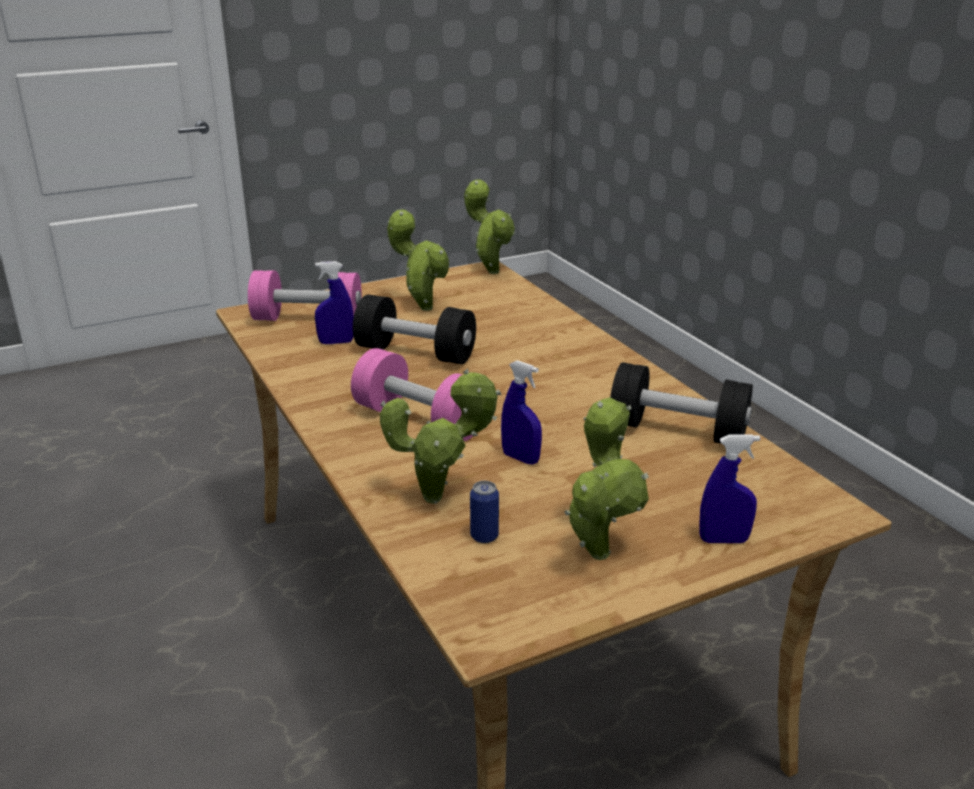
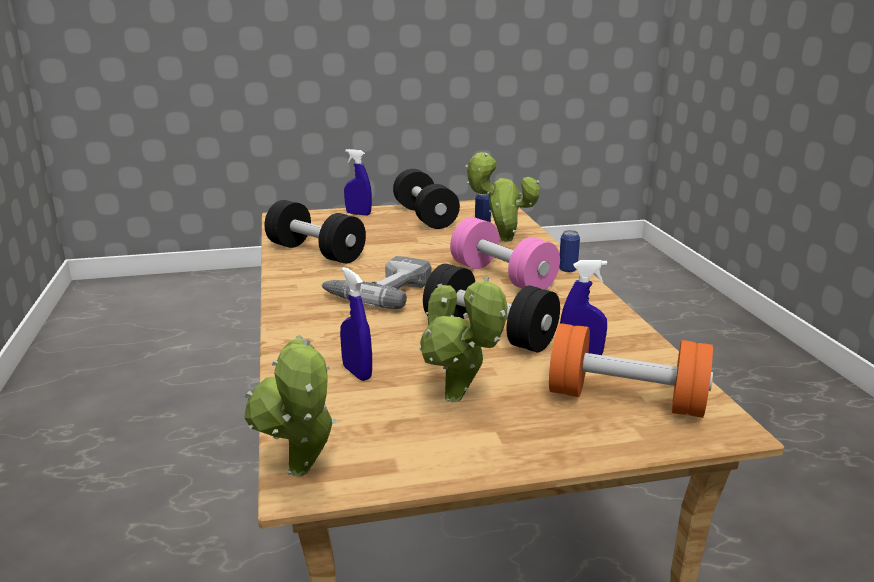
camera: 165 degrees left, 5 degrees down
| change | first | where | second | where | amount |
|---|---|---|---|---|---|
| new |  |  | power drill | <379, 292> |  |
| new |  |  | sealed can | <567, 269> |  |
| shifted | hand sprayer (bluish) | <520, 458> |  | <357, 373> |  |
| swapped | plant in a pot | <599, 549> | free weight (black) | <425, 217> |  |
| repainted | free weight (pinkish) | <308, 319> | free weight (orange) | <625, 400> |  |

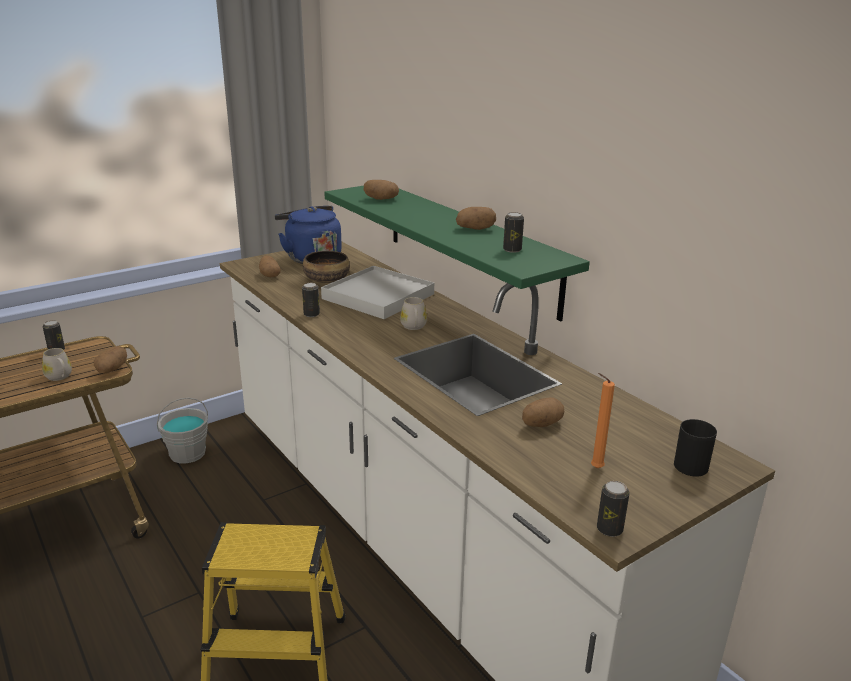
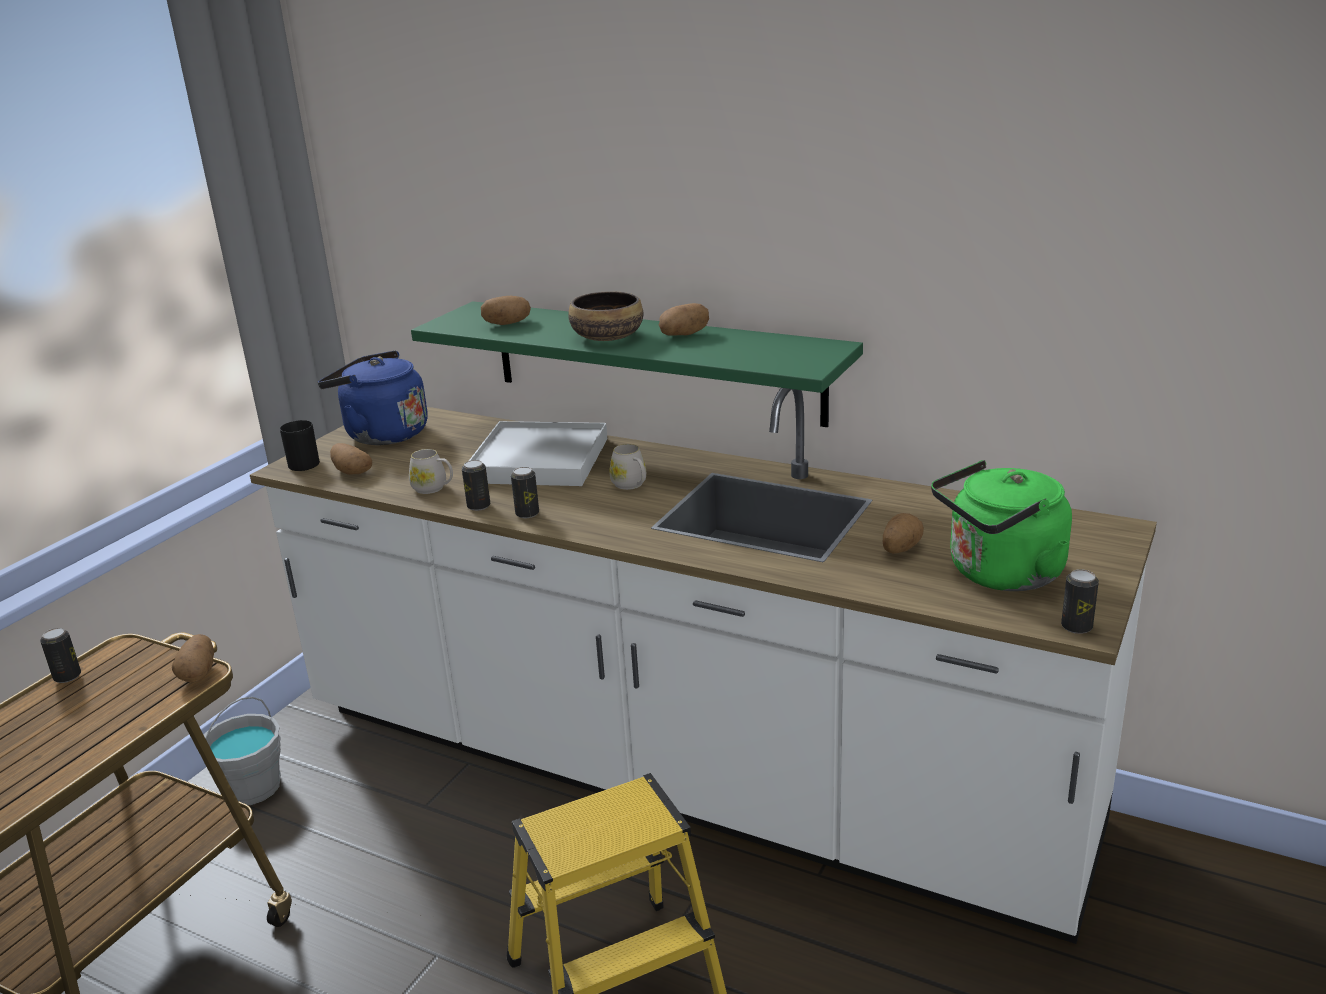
camera: 25 degrees left, 0 degrees up
| change | first | where | second | where | amount |
|---|---|---|---|---|---|
| shifted | tea mug (white-coloured) | <60, 377> |  | <433, 488> |  |
| shifted | serving bowl | <326, 279> |  | <607, 337> |  |
| shifted | sealed can | <512, 250> |  | <527, 514> |  |
| shifted | tea mug (black) | <692, 463> |  | <306, 462> |  |
| swapped | wax candle (orange) | <594, 468> | water kettle (green) | <1000, 574> |  |

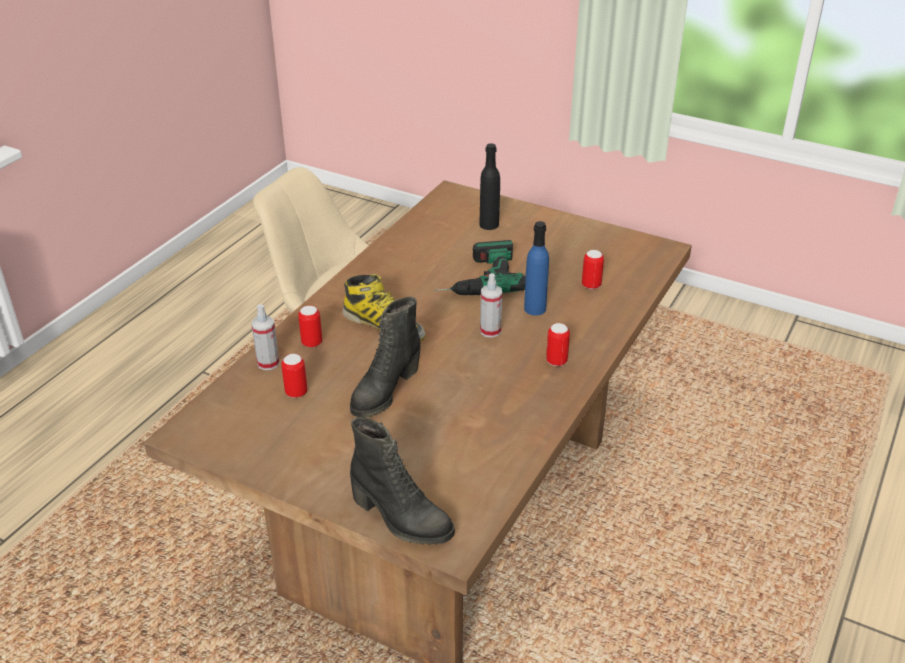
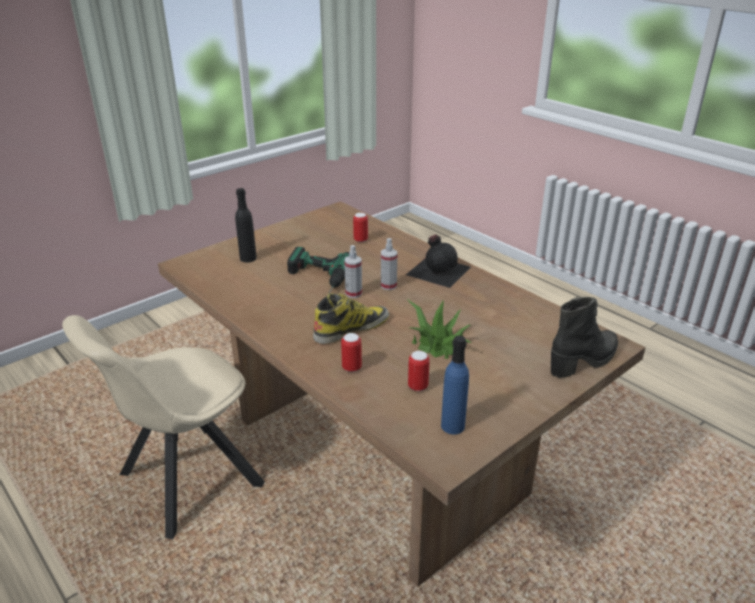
camera: 70 degrees left, 5 degrees down
| change | first | where | second | where | amount |
|---|---|---|---|---|---|
| shifted | hand sprayer | <268, 363> |  | <353, 293> |  |
| shifted | bottle (bluish) | <535, 309> |  | <452, 426> |  |
| swapped | tall boot (black) | <384, 391> | plant in a pot | <438, 343> |  |
| swapped | sealed can | <556, 361> | bottle (black) | <438, 270> |  |

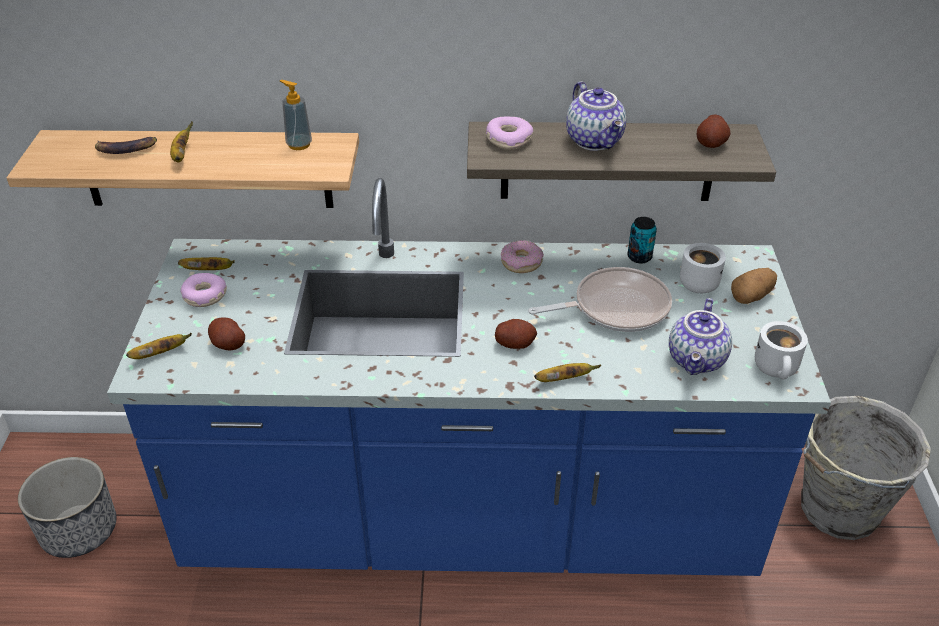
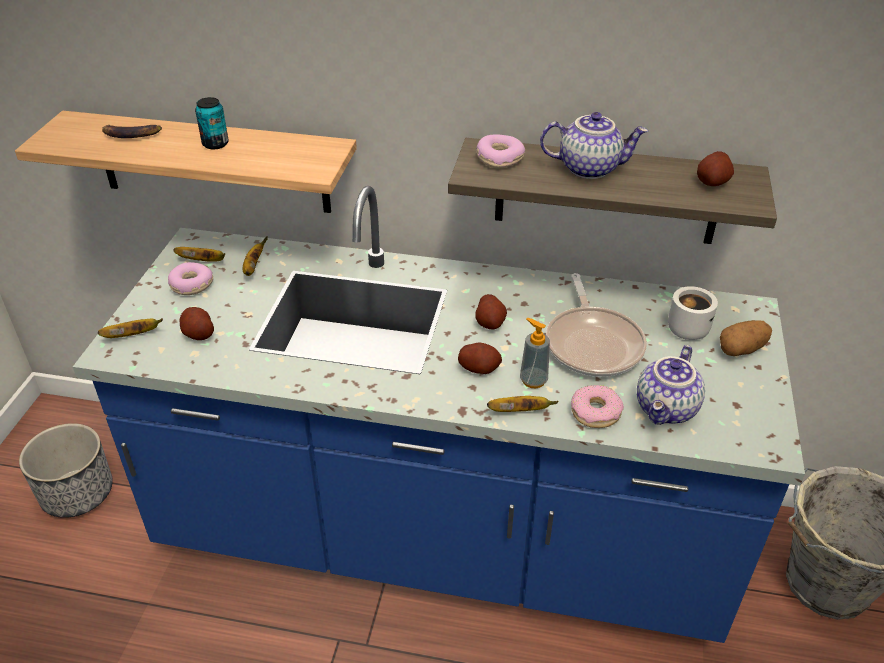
camera: 10 degrees right, 0 degrees up
| change | first | where | second | where | amount |
|---|---|---|---|---|---|
| gone | tea mug (white-coloured) | <778, 369> |  |  |  |
| new |  |  | spud | <490, 322> |  |
| shifted | banana | <181, 155> |  | <253, 267> |  |
| shifted | liquid soap bottle | <299, 145> |  | <533, 380> |  |
| shifted | ring doughnut | <521, 262> |  | <595, 412> |  |
| shifted | sealed can | <639, 257> |  | <215, 144> |  |
| rotated | skillet | <615, 307> |  | <593, 343> | 90 degrees clockwise |
| rotated | tea pot | <595, 141> |  | <589, 168> | 75 degrees counterclockwise |

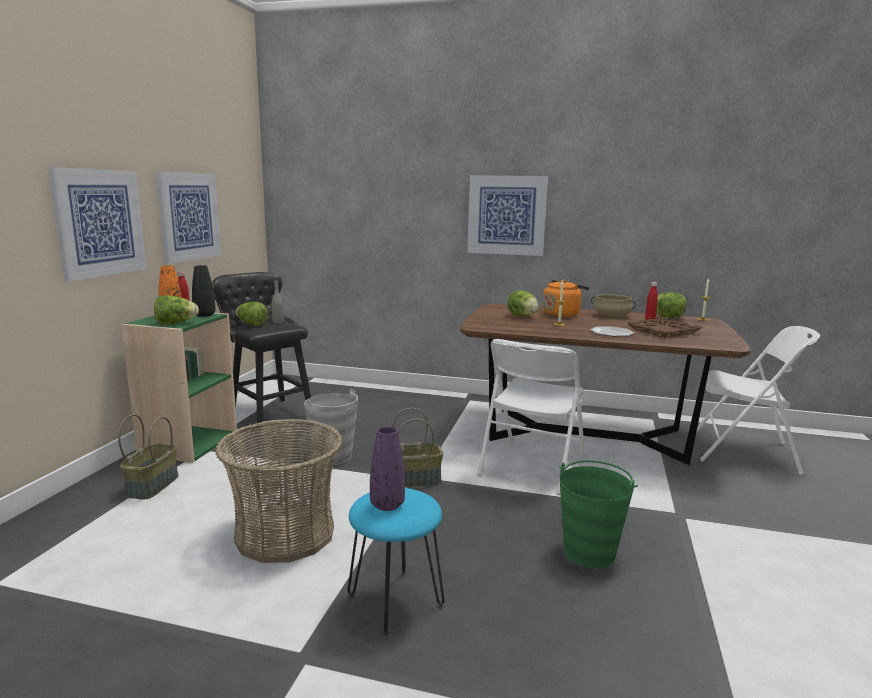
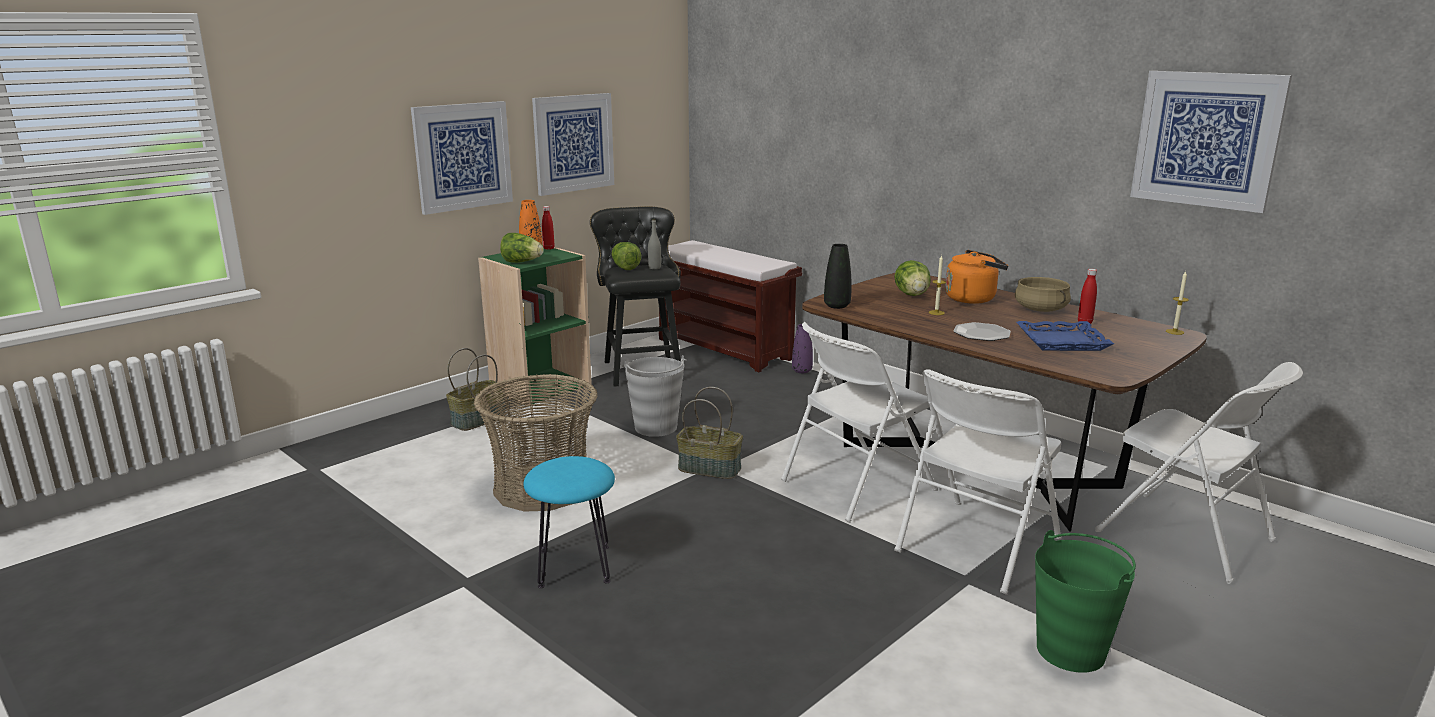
camera: 30 degrees right, 5 degrees up
| change | first | where | second | where | amount |
|---|---|---|---|---|---|
| gone | lettuce head | <667, 317> |  |  |  |
| new |  |  | indoor bench (brownish) | <725, 349> |  |
| new |  |  | upright chair (white-coloured) | <978, 544> |  |
| shifted | vase (black) | <204, 315> |  | <837, 306> |  |
| shifted | vase (purple-coloured) | <387, 505> |  | <802, 371> |  |
| shifted | wall art | <506, 215> |  | <1206, 139> |  |
| shifted | bucket (green) | <589, 552> |  | <1071, 651> |  |
| repainted | carrying tray (brownish) | <663, 332> | carrying tray (bluish) | <1062, 342> |  |

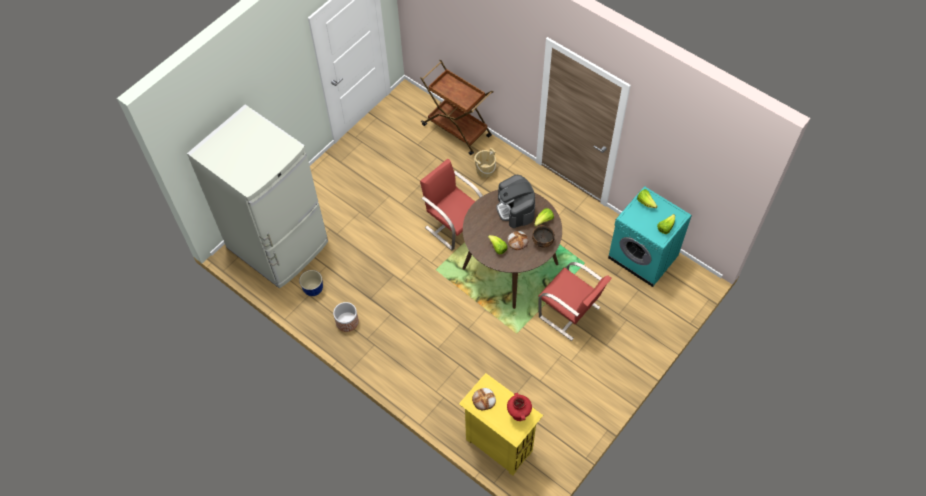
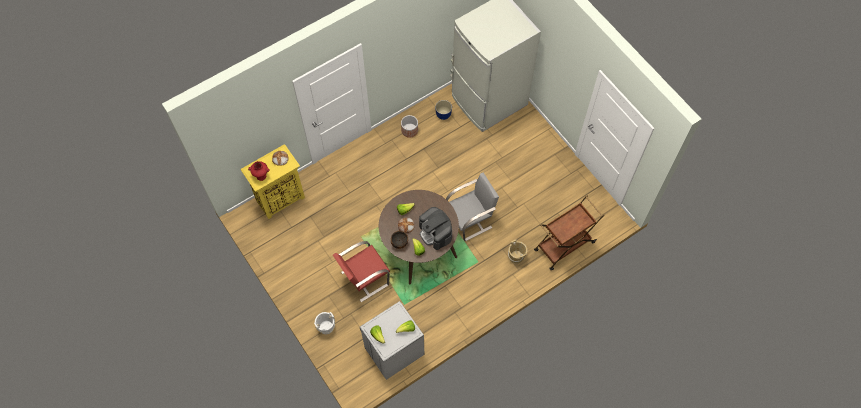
camera: 105 degrees right, 5 degrees up
| change | first | where | second | where | amount |
|---|---|---|---|---|---|
| new |  |  | bucket (white-coloured) | <326, 327> |  |
| repainted | upright chair (reddish) | <454, 224> | upright chair (gray) | <470, 219> |  |
| repainted | laundry machine (blue-green) | <642, 258> | laundry machine (white-coloured) | <393, 350> |  |
| rotated | coffee maker | <515, 209> |  | <435, 233> | 120 degrees counterclockwise |

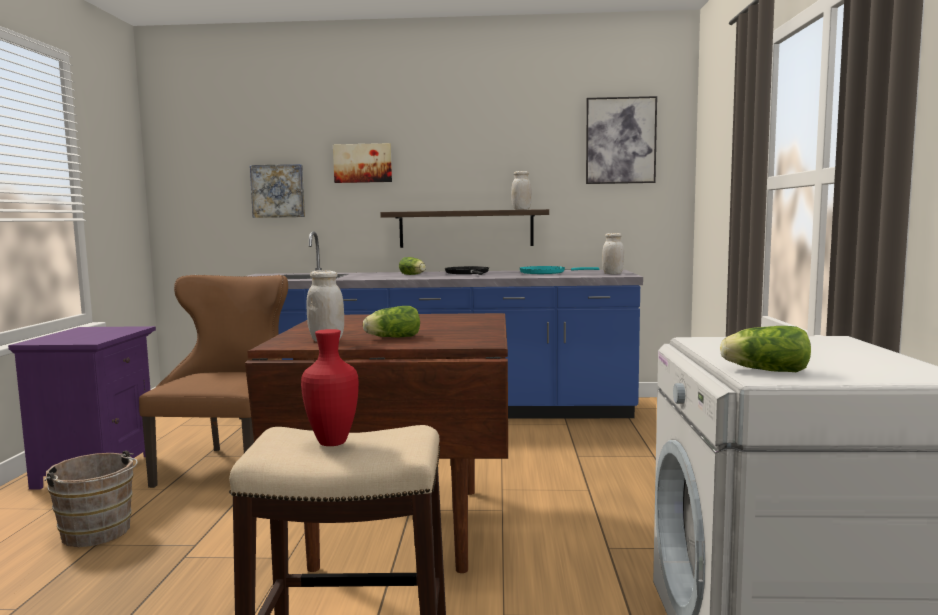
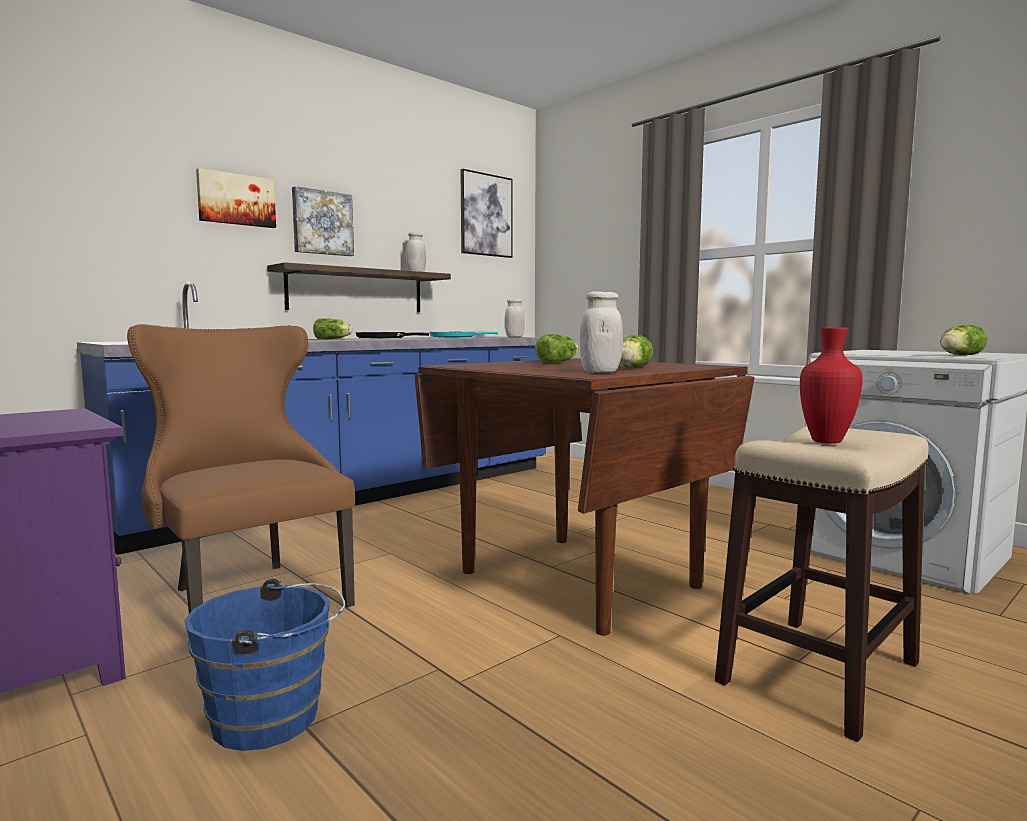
camera: 45 degrees left, 0 degrees up
| change | first | where | second | where | amount |
|---|---|---|---|---|---|
| new |  |  | lettuce head | <559, 362> |  |
| shifted | wall art | <278, 191> |  | <322, 223> |  |
| repainted | bucket (brownish) | <98, 534> | bucket (bluish) | <274, 718> |  |

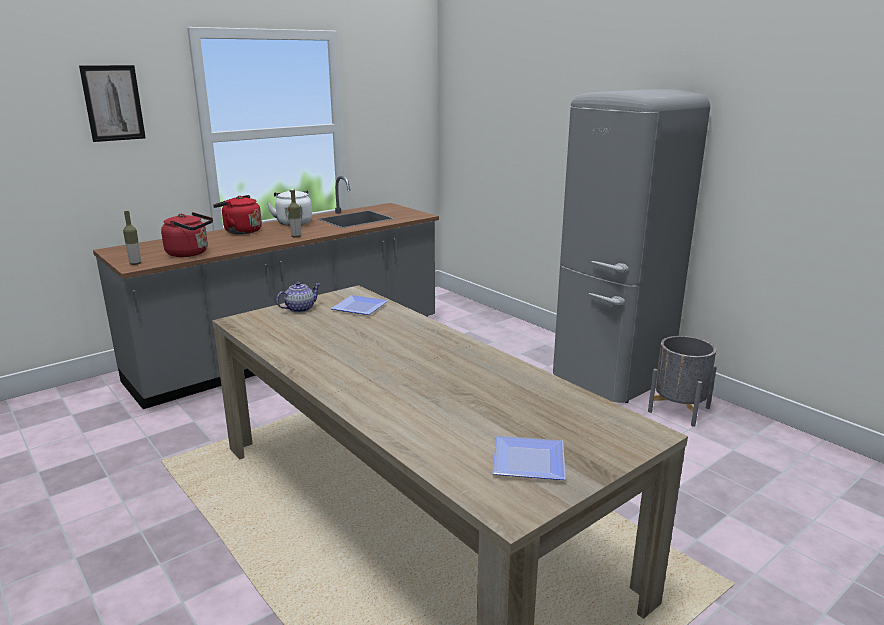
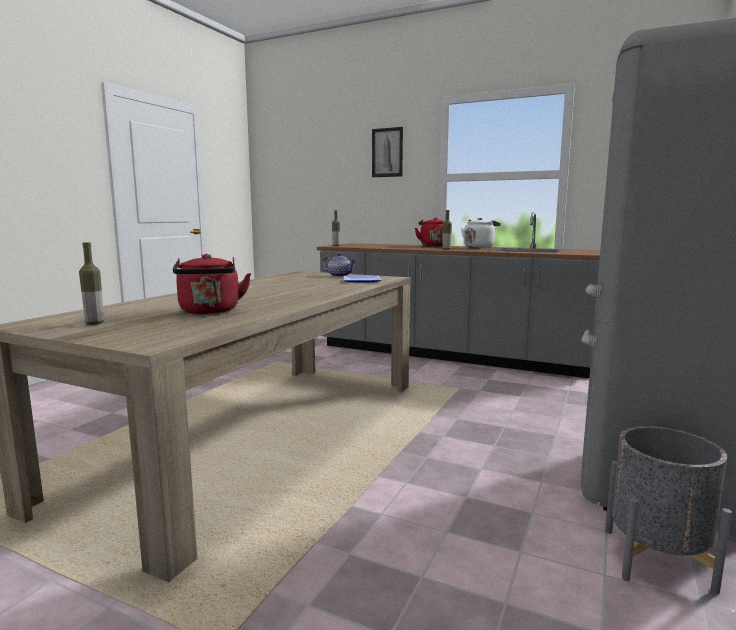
camera: 65 degrees right, 10 degrees down
| change | first | where | second | where | amount |
|---|---|---|---|---|---|
| shifted | water kettle (reddish) | <190, 253> |  | <210, 312> |  |
| swapped | flat dish | <531, 462> | bottle | <95, 323> |  |

